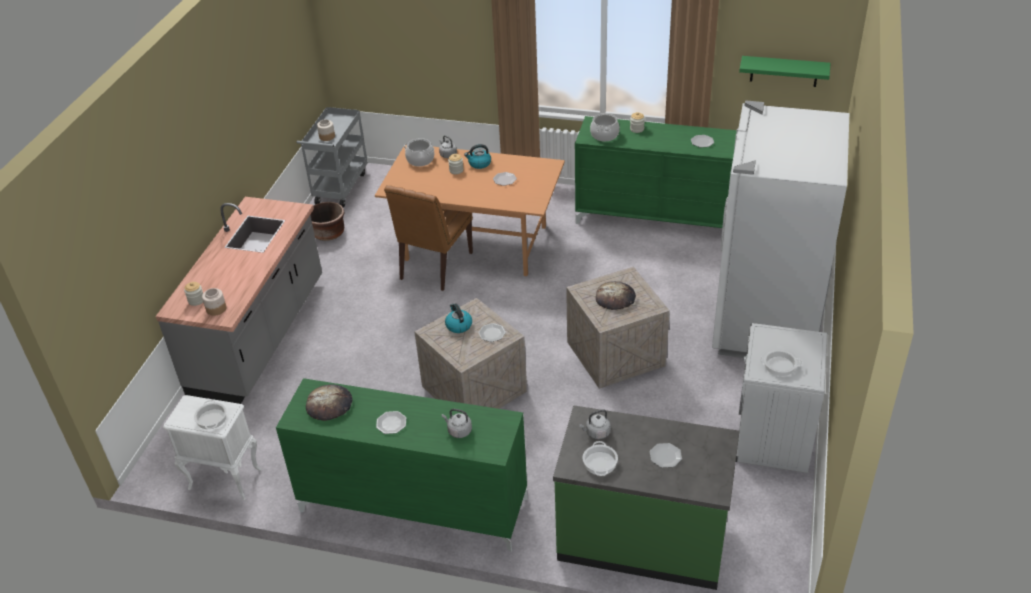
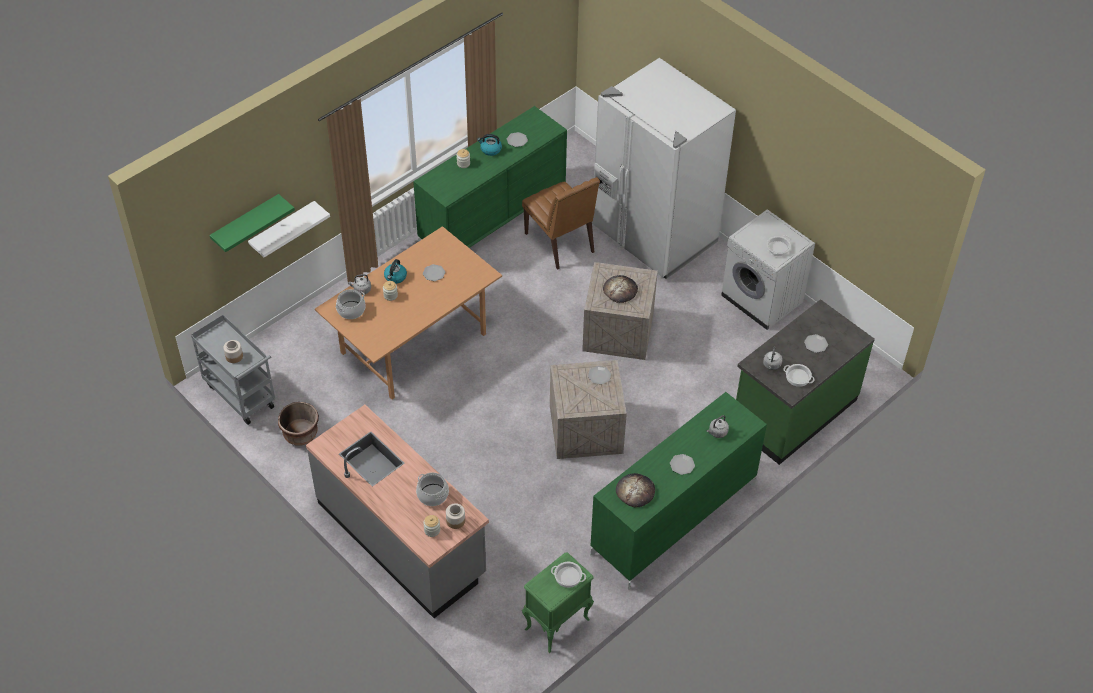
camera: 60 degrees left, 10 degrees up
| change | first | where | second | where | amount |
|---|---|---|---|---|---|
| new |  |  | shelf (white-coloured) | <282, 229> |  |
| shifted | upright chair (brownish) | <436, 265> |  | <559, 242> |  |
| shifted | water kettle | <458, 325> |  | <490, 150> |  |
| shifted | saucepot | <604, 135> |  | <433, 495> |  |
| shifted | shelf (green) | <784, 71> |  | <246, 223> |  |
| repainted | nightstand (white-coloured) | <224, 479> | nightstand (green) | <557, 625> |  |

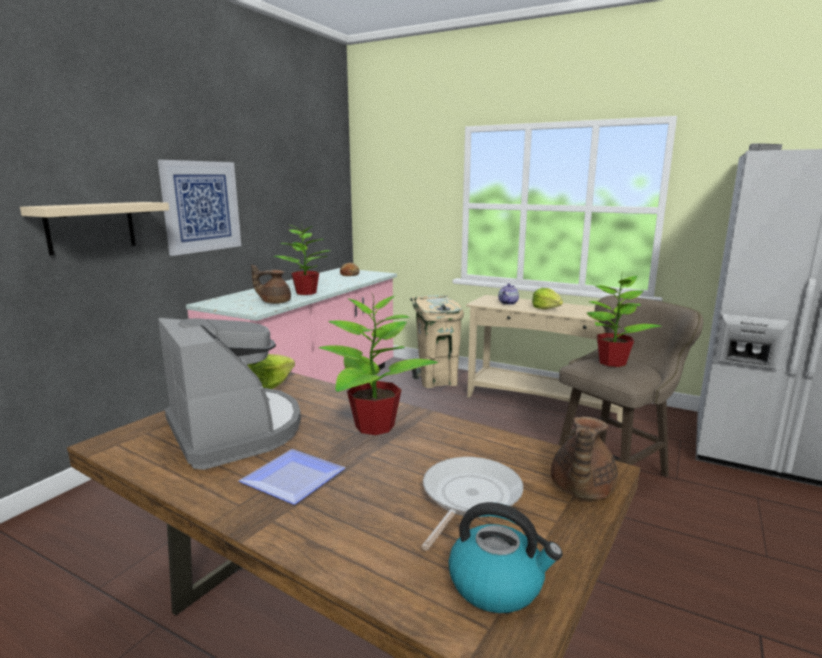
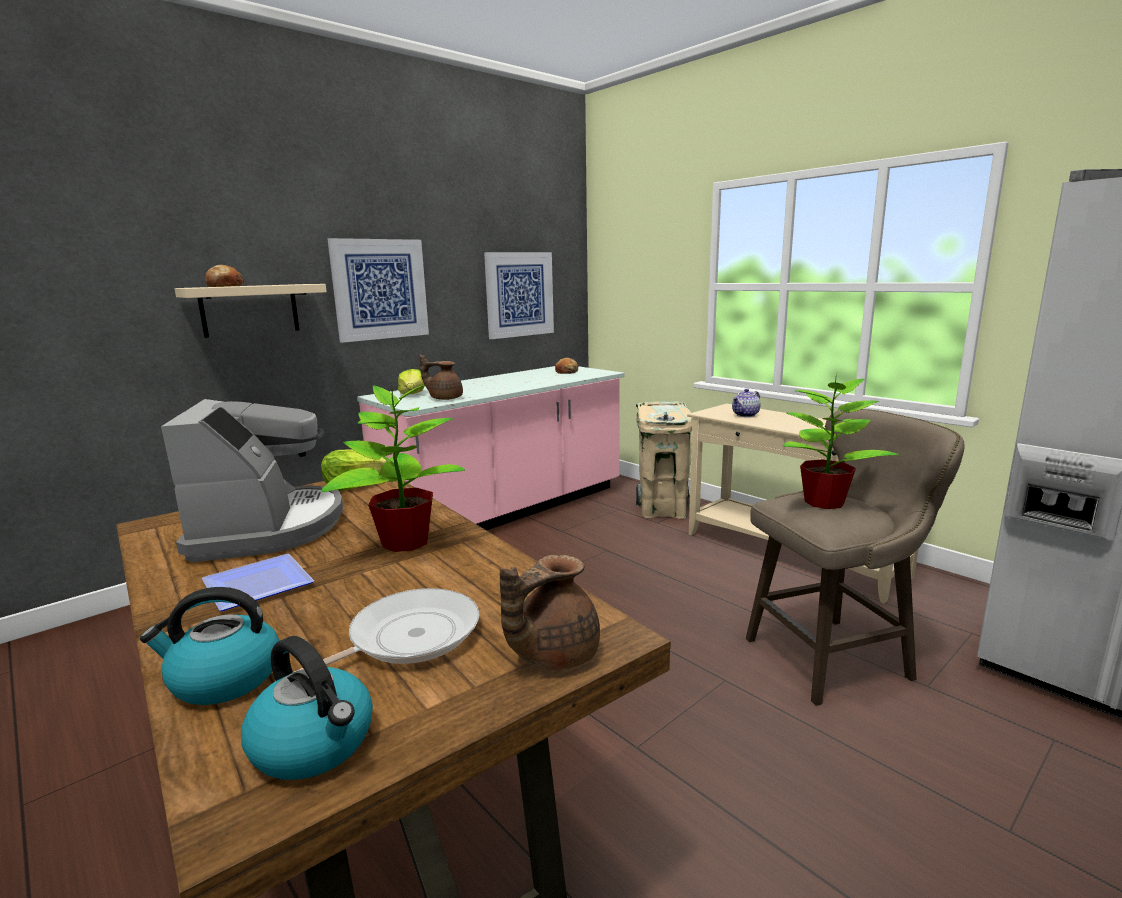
camera: 20 degrees right, 0 degrees up
| change | first | where | second | where | amount |
|---|---|---|---|---|---|
| gone | plant in a pot | <307, 293> |  |  |  |
| new |  |  | water kettle | <224, 679> |  |
| new |  |  | bakery bread | <224, 286> |  |
| new |  |  | wall art | <519, 294> |  |
| shifted | lettuce head | <546, 308> |  | <413, 394> |  |

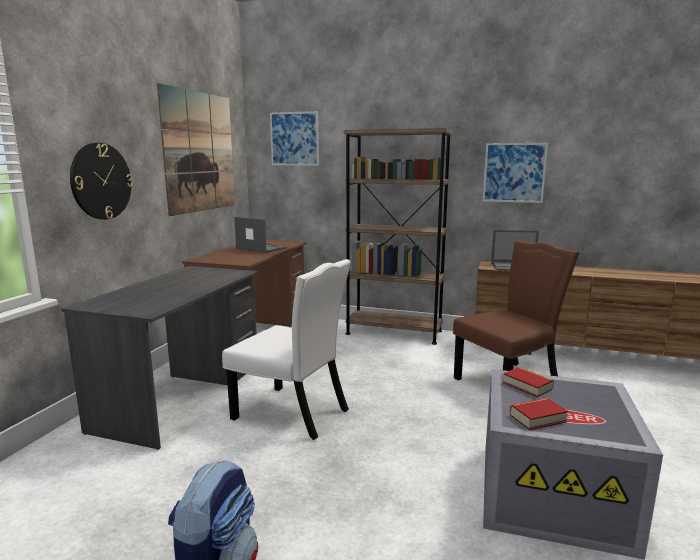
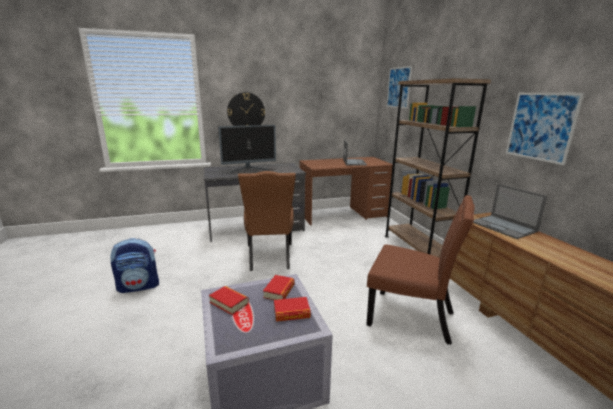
camera: 55 degrees right, 5 degrees up
| change | first | where | second | where | amount |
|---|---|---|---|---|---|
| gone | wall art | <199, 152> |  |  |  |
| new |  |  | computer screen | <249, 169> |  |
| new |  |  | bound book | <291, 313> |  |
| repainted | upright chair (white-coloured) | <290, 412> | upright chair (brownish) | <269, 255> |  |

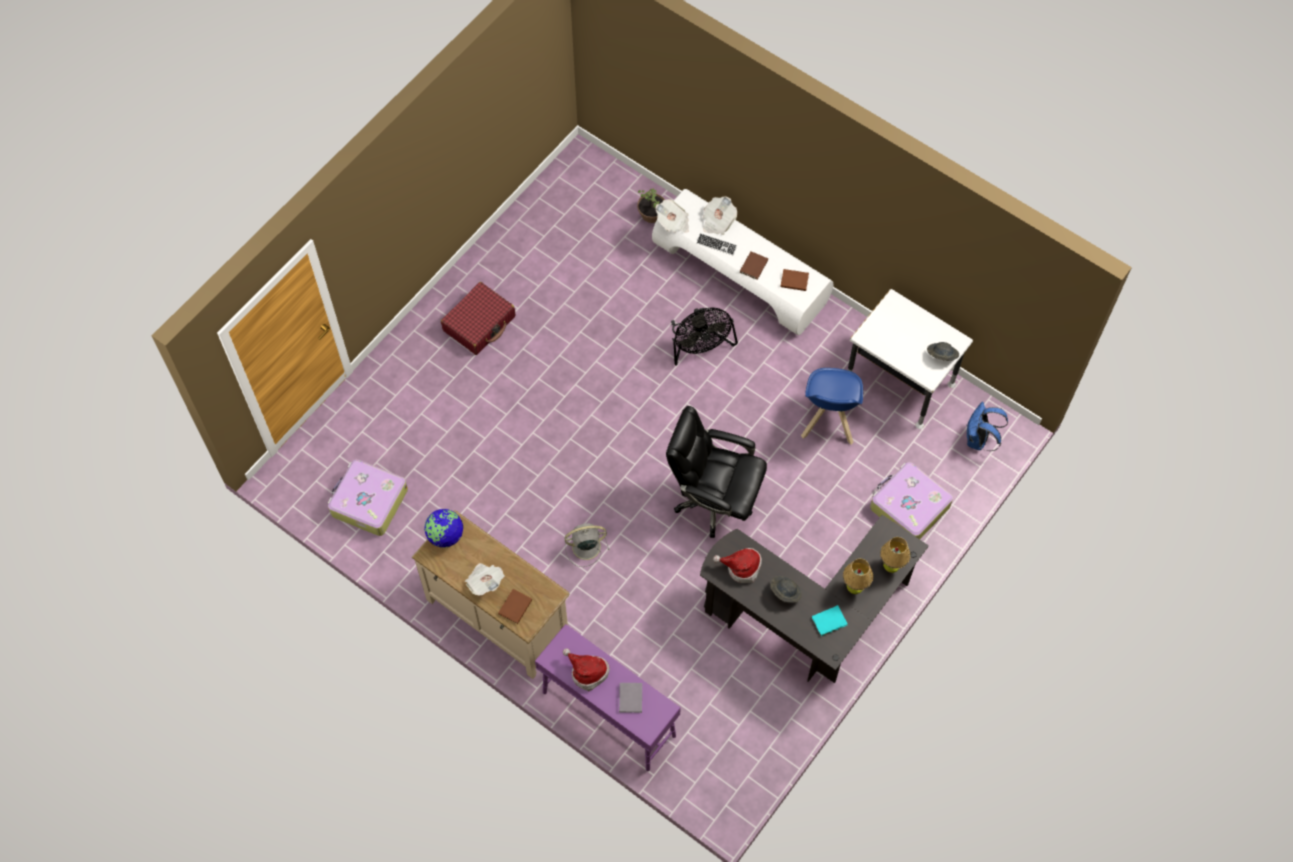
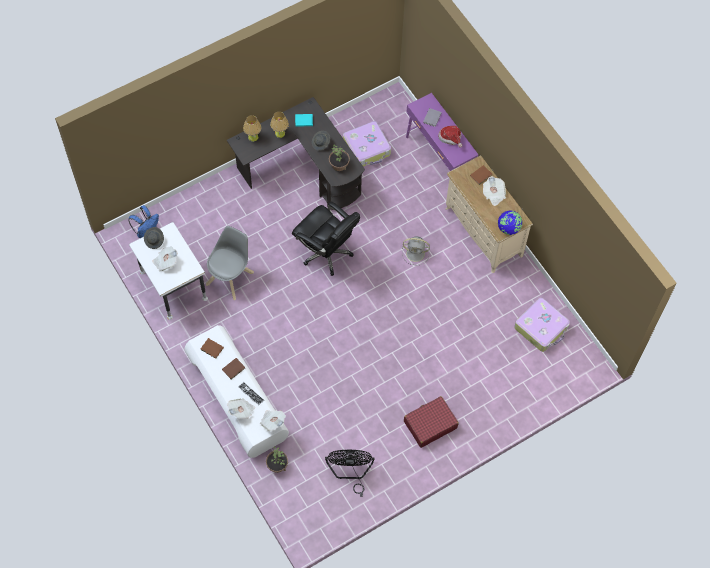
camera: 160 degrees left, 0 degrees up
| change | first | where | second | where | amount |
|---|---|---|---|---|---|
| new |  |  | daily paper | <165, 262> |  |
| shifted | electric fan (black) | <697, 345> |  | <351, 472> |  |
| shifted | suitcase | <908, 507> |  | <367, 148> |  |
| swapped | hat | <741, 567> | plant in a pot | <339, 164> |  |
| repainted | upright chair (bluish) | <829, 419> | upright chair (gray) | <230, 277> |  |

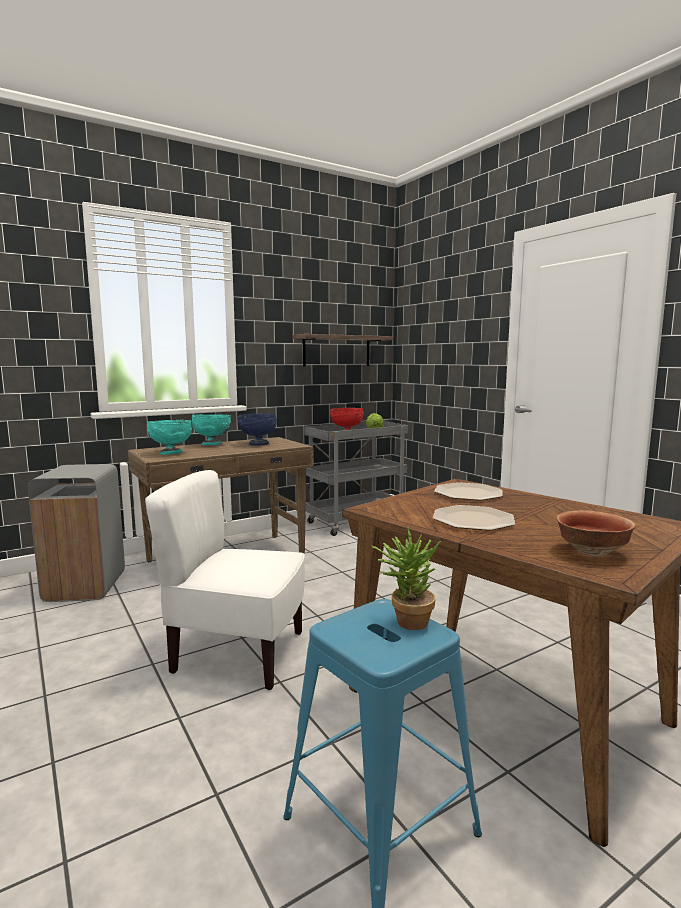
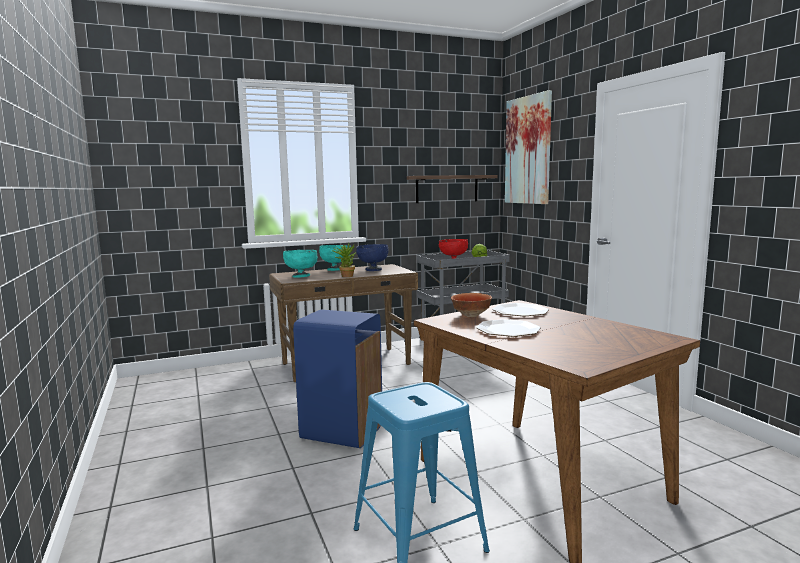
camera: 10 degrees right, 0 degrees up
| change | first | where | second | where | amount |
|---|---|---|---|---|---|
| gone | rubbish bin (gray) | <86, 586> |  |  |  |
| new |  |  | wall art | <528, 150> |  |
| shifted | plant in a pot | <405, 621> |  | <345, 276> |  |
| shifted | serving bowl | <592, 552> |  | <471, 315> |  |
| swapped | upright chair (white-coloured) | <238, 653> | rubbish bin (bluish) | <342, 431> |  |

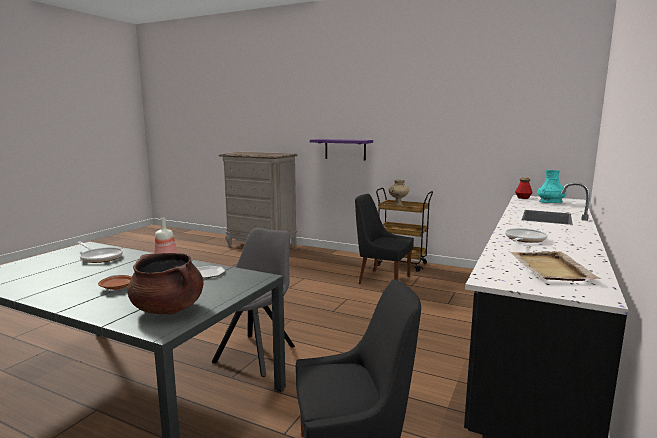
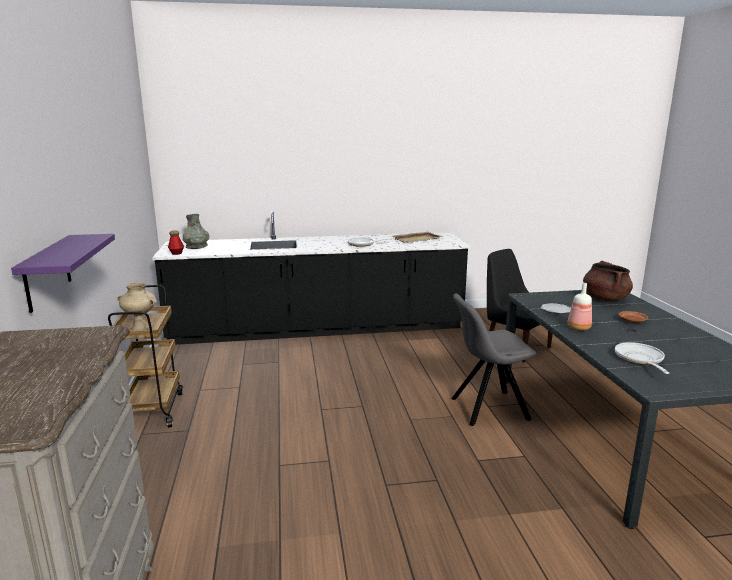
camera: 125 degrees left, 5 degrees up
| change | first | where | second | where | amount |
|---|---|---|---|---|---|
| gone | upright chair (black) | <382, 279> |  |  |  |
| repainted | vase (blue-green) | <550, 202> | vase (gray) | <196, 246> |  |

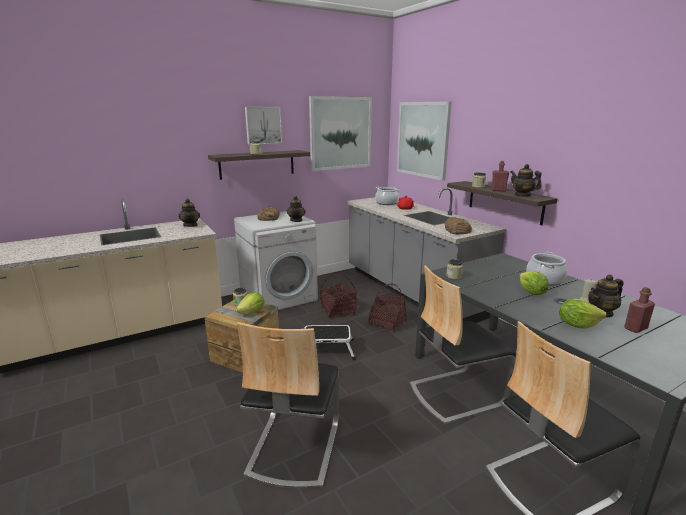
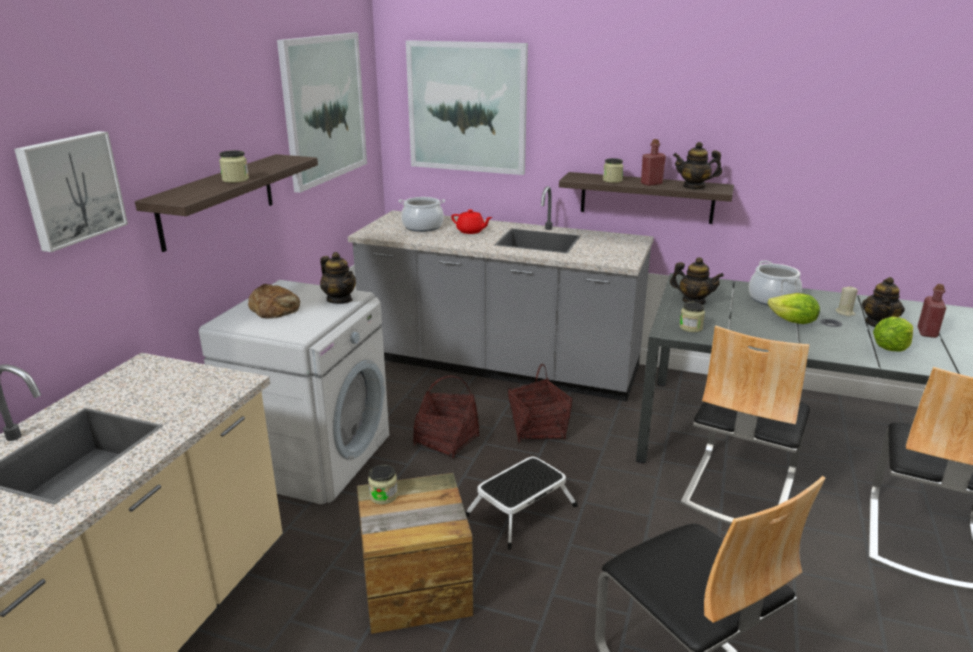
camera: 40 degrees left, 5 degrees up
| change | first | where | second | where | amount |
|---|---|---|---|---|---|
| gone | lettuce head | <252, 312> |  |  |  |
| gone | bakery bread | <457, 230> |  |  |  |
| shifted | tea pot | <190, 225> |  | <693, 301> |  |
| shifted | wall art | <263, 125> |  | <71, 189> |  |

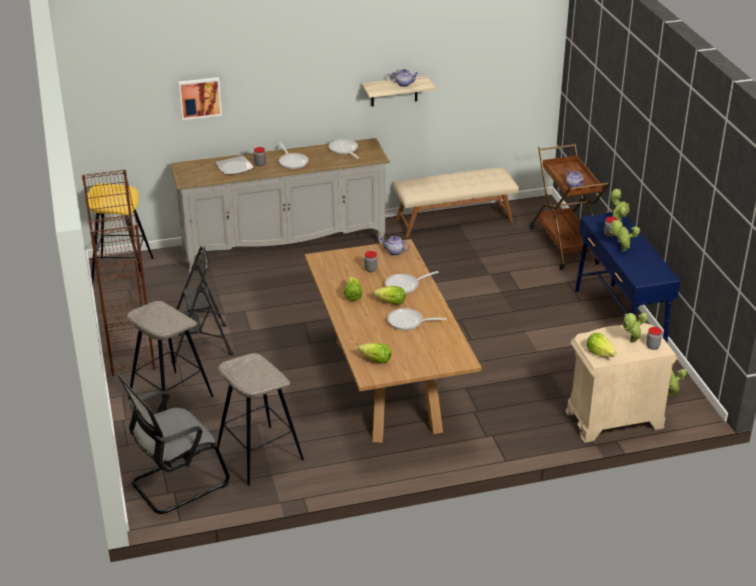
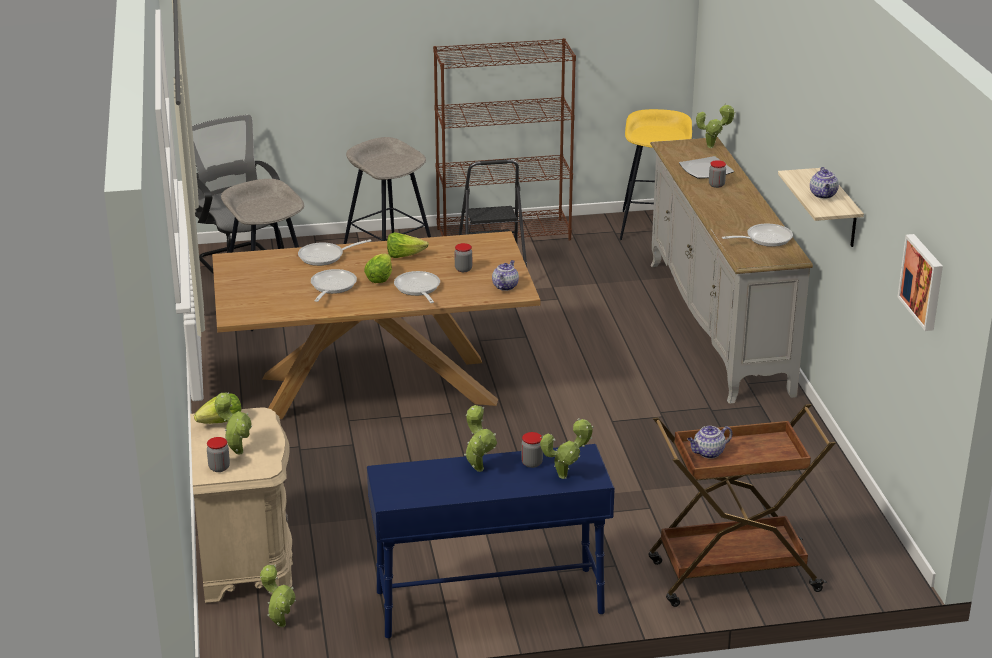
camera: 95 degrees right, 5 degrees down
| change | first | where | second | where | amount |
|---|---|---|---|---|---|
| gone | lettuce head | <376, 360> |  |  |  |
| gone | indoor bench (beige) | <454, 220> |  |  |  |
| new |  |  | plant in a pot | <712, 147> |  |
| shifted | wall art | <199, 97> |  | <923, 281> |  |
| shifted | skillet | <292, 162> |  | <325, 257> |  |

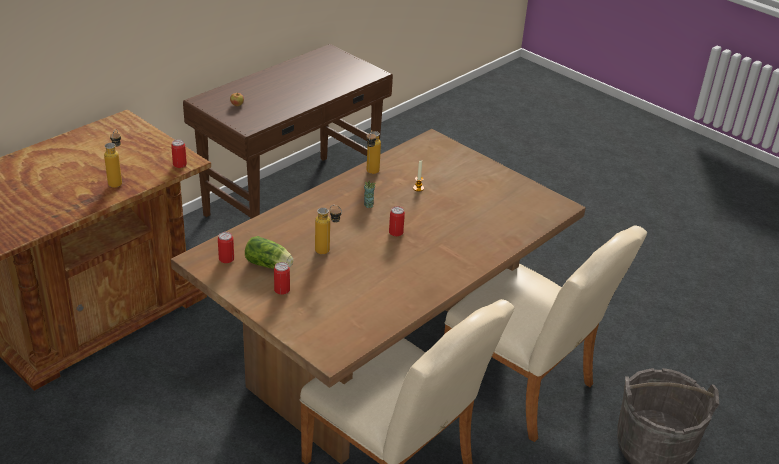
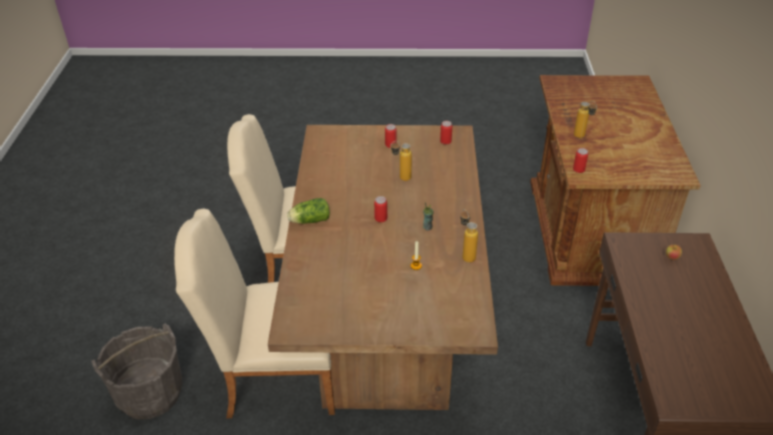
camera: 140 degrees right, 5 degrees up
| change | first | where | second | where | amount |
|---|---|---|---|---|---|
| shifted | lettuce head | <270, 265> |  | <309, 220> |  |

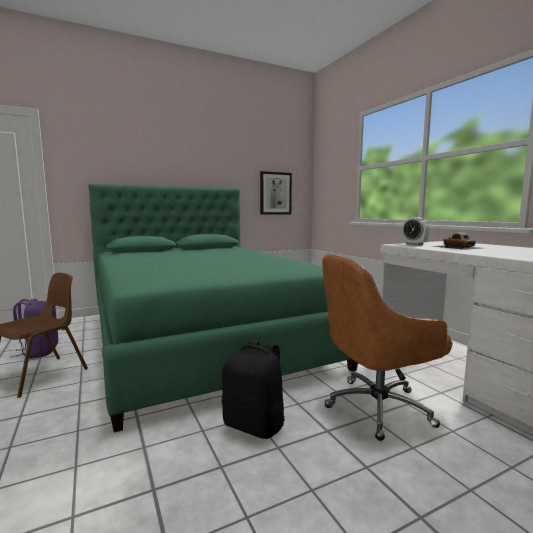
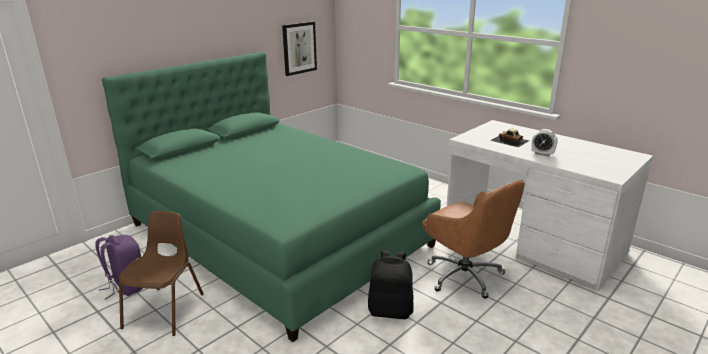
camera: 20 degrees left, 15 degrees up
| change | first | where | second | where | amount |
|---|---|---|---|---|---|
| shifted | bedside clock | <414, 244> |  | <542, 154> |  |
| rotated | desk chair (brownish) | <377, 407> |  | <464, 276> | 90 degrees counterclockwise |

